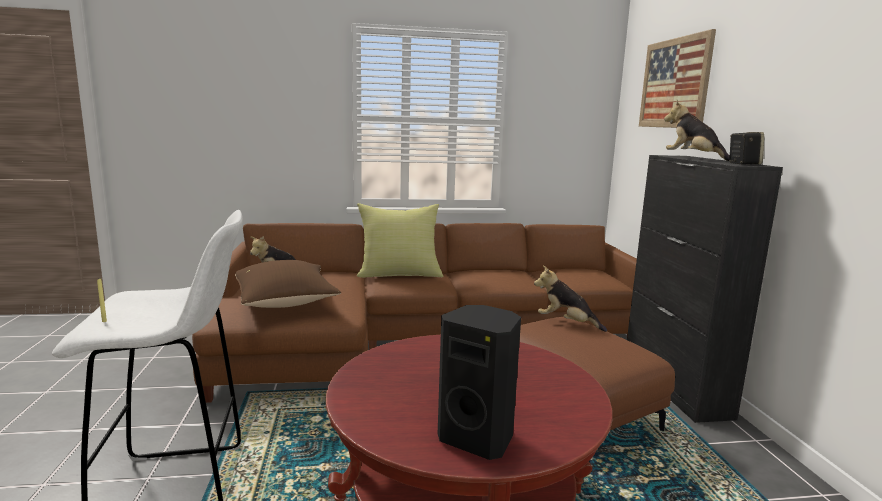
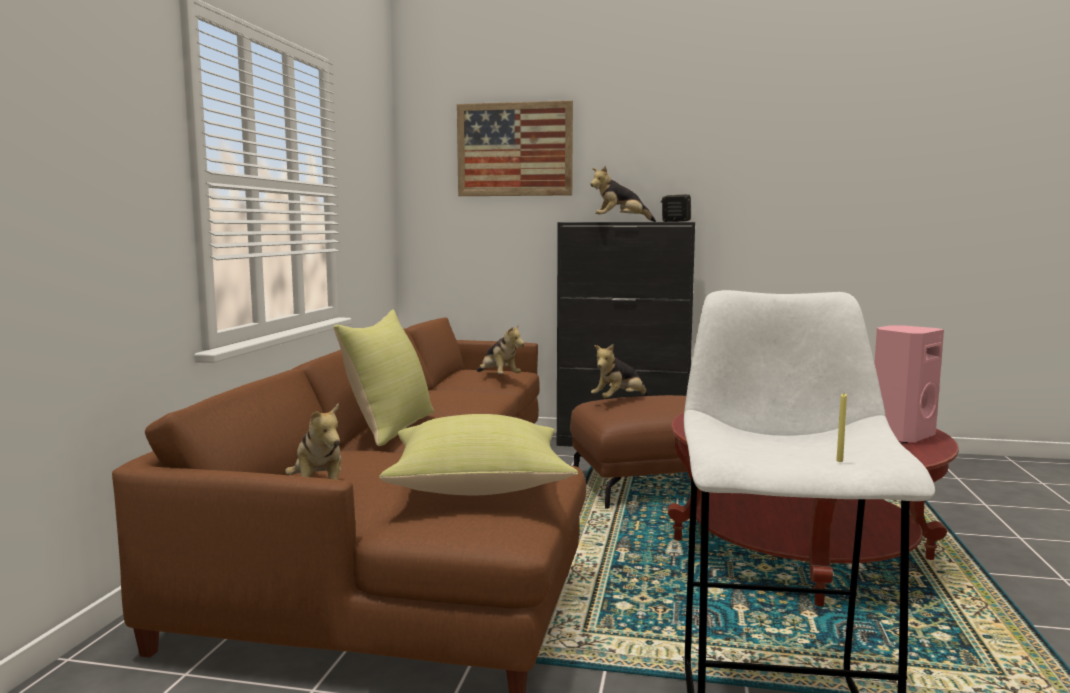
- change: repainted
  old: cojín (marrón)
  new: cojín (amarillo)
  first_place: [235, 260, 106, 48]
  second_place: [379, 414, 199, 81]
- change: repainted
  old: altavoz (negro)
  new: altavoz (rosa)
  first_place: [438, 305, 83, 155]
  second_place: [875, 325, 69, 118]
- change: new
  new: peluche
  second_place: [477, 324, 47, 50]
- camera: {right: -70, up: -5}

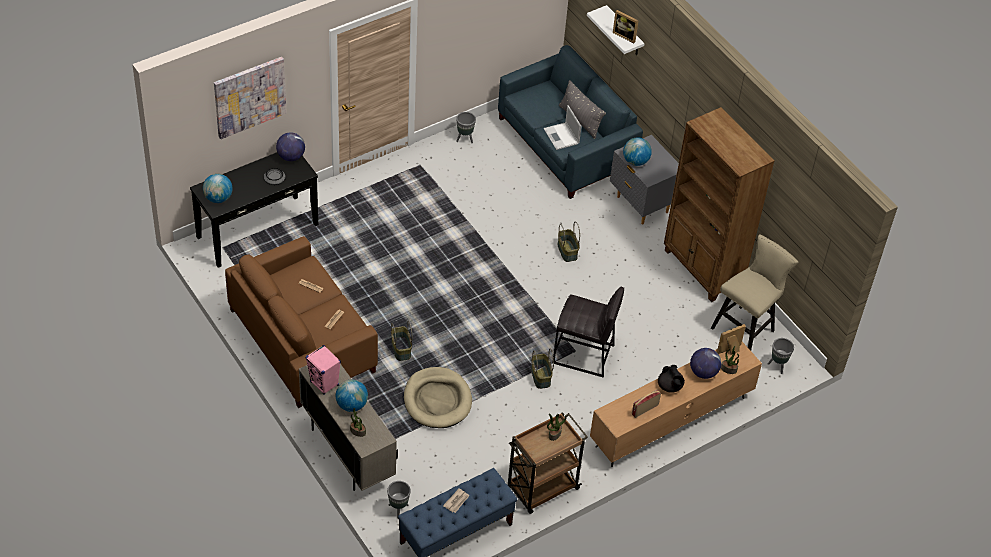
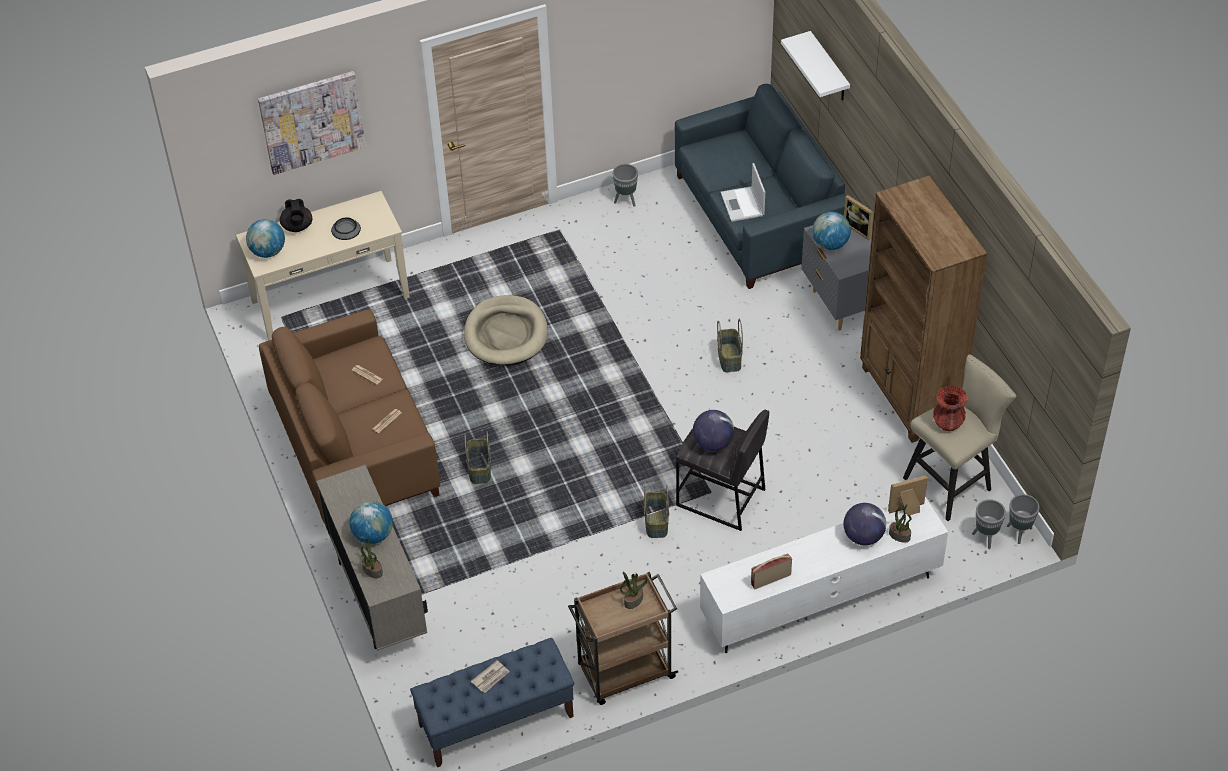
- change: shifted
  old: portarretratos
  first_place: [613, 10, 25, 33]
  second_place: [844, 195, 30, 45]
- change: gone
  old: cojín (gris)
  first_place: [559, 80, 47, 59]
- change: shifted
  old: globo terráqueo
  first_place: [276, 132, 29, 29]
  second_place: [693, 410, 41, 41]
- change: repainted
  old: mesa consola (negro)
  new: mesa consola (beis)
  first_place: [190, 152, 128, 116]
  second_place: [236, 191, 174, 150]
- change: repainted
  old: mueble de televisión (marrón)
  new: mueble de televisión (blanco)
  first_place: [590, 342, 172, 125]
  second_place: [700, 497, 248, 156]
- change: gone
  old: altavoz (rosa)
  first_place: [305, 345, 36, 50]
- change: shifted
  old: tetera (negro)
  first_place: [658, 365, 27, 28]
  second_place: [280, 199, 32, 33]
- change: shifted
  old: cama para perro (beis)
  first_place: [404, 367, 68, 61]
  second_place: [464, 295, 84, 71]
- change: shifted
  old: maceta (gris)
  first_place: [387, 481, 24, 38]
  second_place: [1007, 494, 33, 50]
- change: new
  new: florero (rojo)
  second_place: [933, 386, 35, 45]
- camera: {right: 15, up: 0}

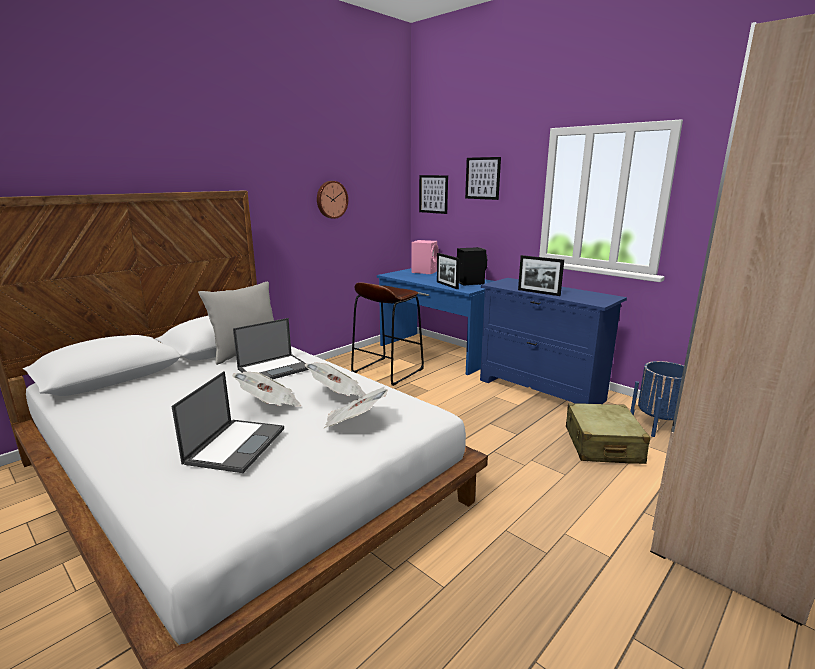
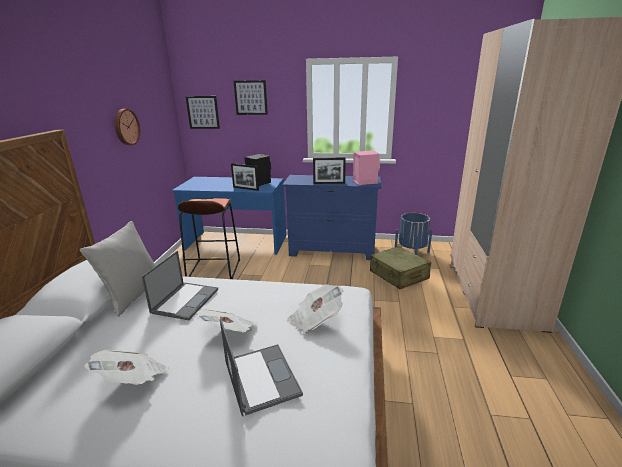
- change: shifted
  old: altavoz (rosa)
  first_place: [411, 240, 28, 34]
  second_place: [353, 150, 27, 35]
- change: shifted
  old: periódico
  first_place: [305, 363, 61, 34]
  second_place: [84, 349, 86, 36]
- camera: {right: -35, up: 5}

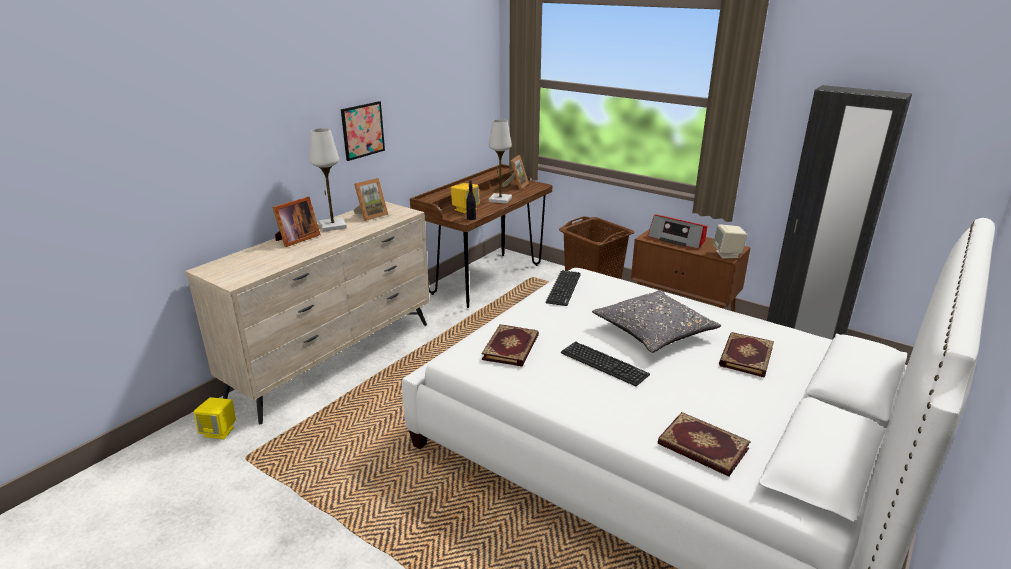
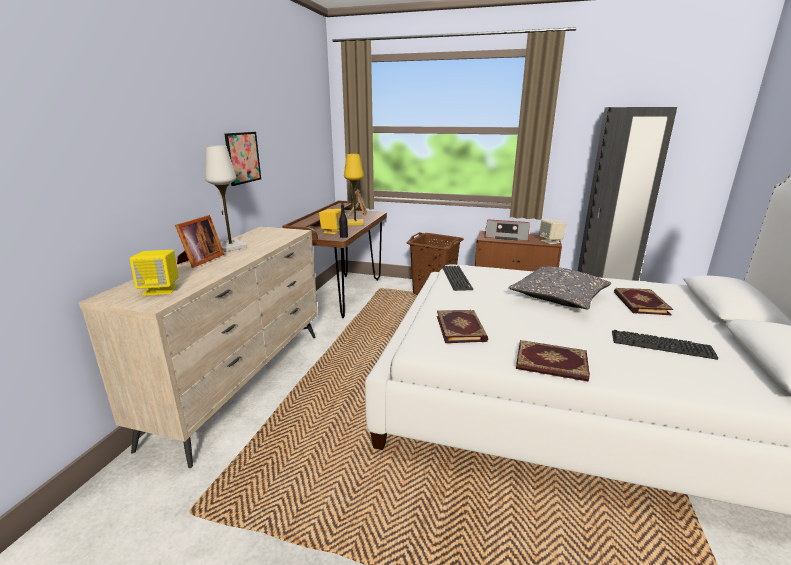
- change: repainted
  old: lámpara de mesa (blanco)
  new: lámpara de mesa (amarillo)
  first_place: [488, 119, 24, 85]
  second_place: [344, 154, 20, 72]
- change: gone
  old: portarretratos
  first_place: [353, 178, 35, 43]
- change: shifted
  old: teclado
  first_place: [561, 341, 89, 45]
  second_place: [612, 330, 106, 30]
- change: shifted
  old: altavoz (amarillo)
  first_place: [194, 397, 42, 42]
  second_place: [130, 250, 49, 46]
- change: shifted
  old: libro
  first_place: [658, 412, 93, 65]
  second_place: [516, 340, 74, 41]
- camera: {right: -20, up: -5}

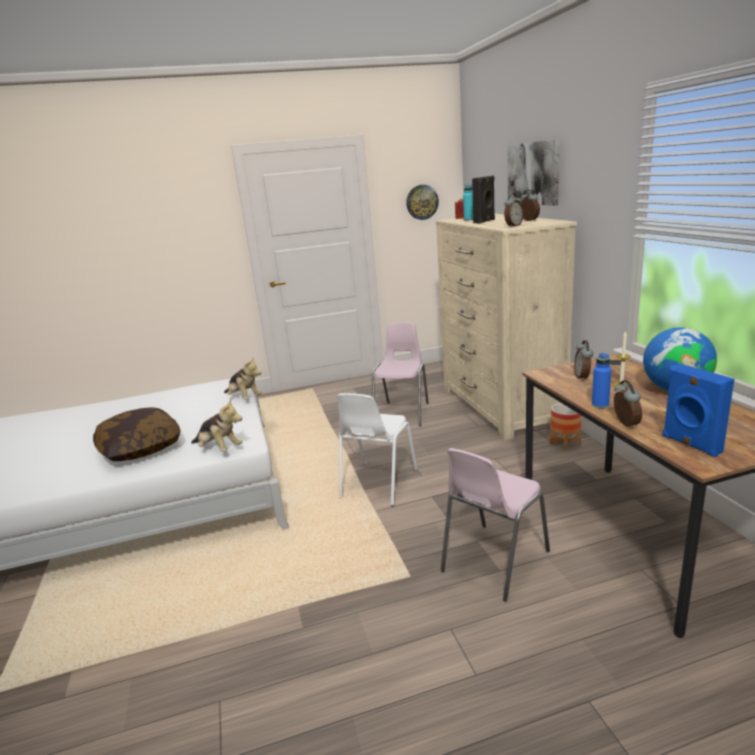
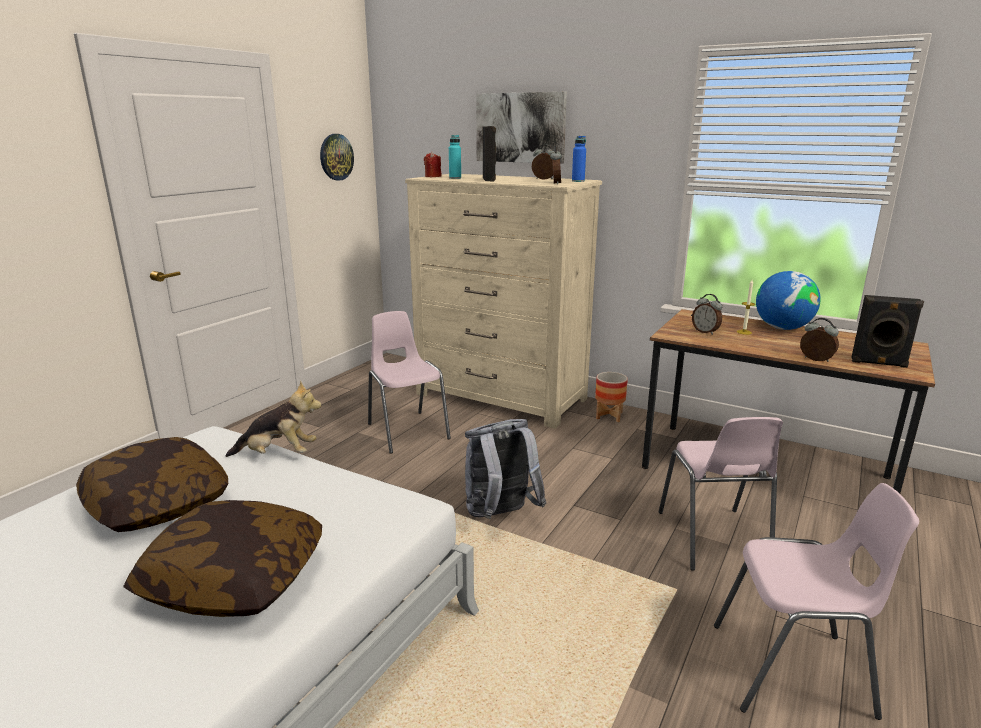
- change: shifted
  old: botella (azul)
  first_place: [592, 353, 19, 55]
  second_place: [572, 136, 14, 46]
- change: repainted
  old: altavoz (azul)
  new: altavoz (negro)
  first_place: [663, 363, 72, 94]
  second_place: [851, 295, 73, 73]
- change: swapped
  old: silla (blanco)
  new: mochila (gris)
  first_place: [337, 393, 81, 113]
  second_place: [465, 419, 82, 100]
- change: gone
  old: peluche
  first_place: [191, 398, 51, 54]
- change: new
  new: cojín
  second_place: [76, 437, 152, 95]
- change: new
  new: silla (rosa)
  second_place: [714, 483, 205, 237]
- camera: {right: -45, up: 0}

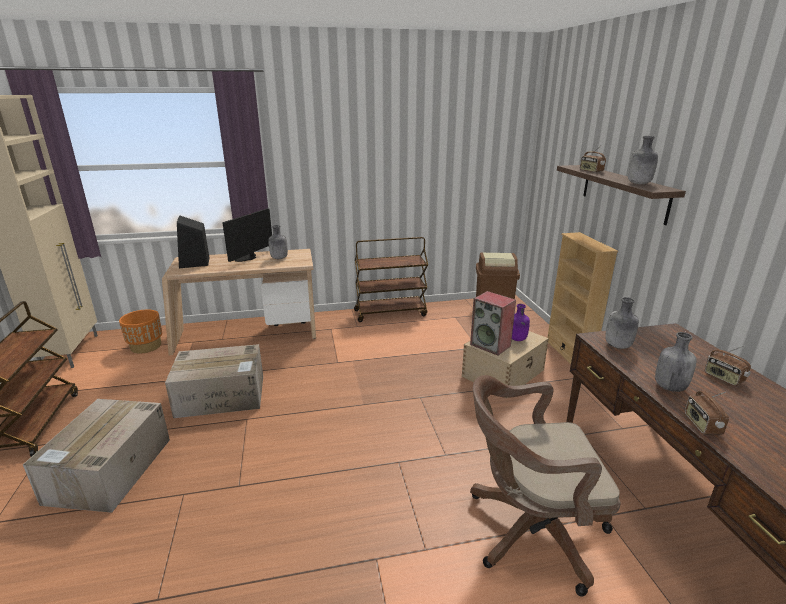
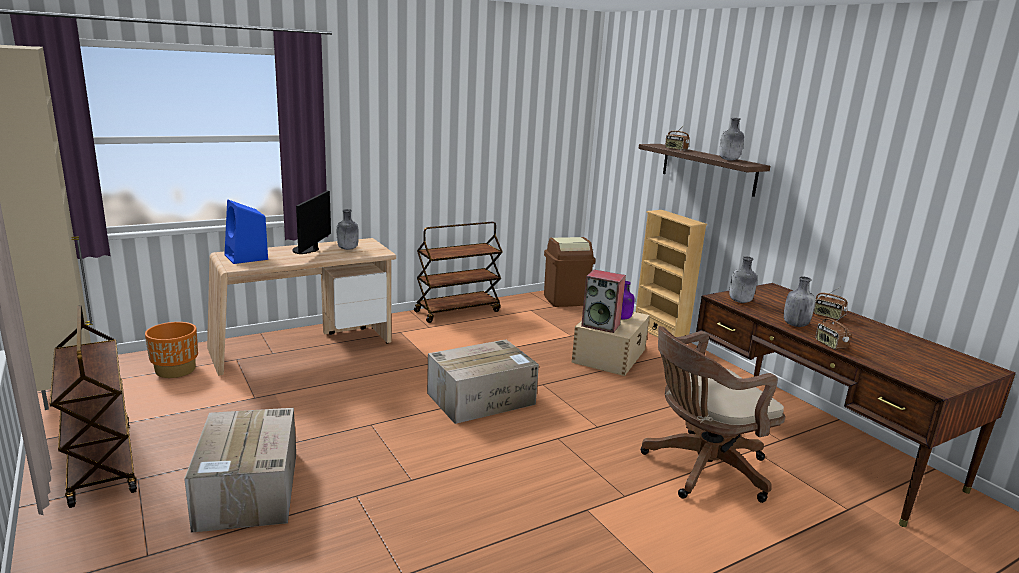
- change: repainted
  old: altavoz (negro)
  new: altavoz (azul)
  first_place: [177, 215, 32, 53]
  second_place: [225, 199, 43, 65]
- change: shifted
  old: caja de cartón
  first_place: [165, 344, 98, 74]
  second_place: [427, 339, 112, 85]
- camera: {right: -20, up: -5}

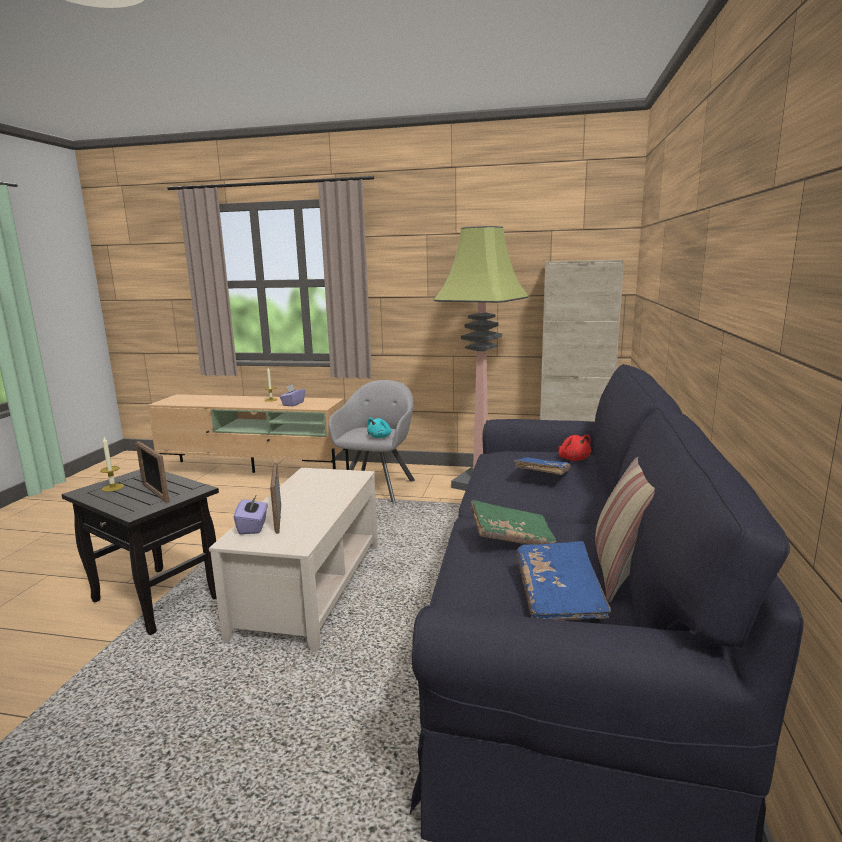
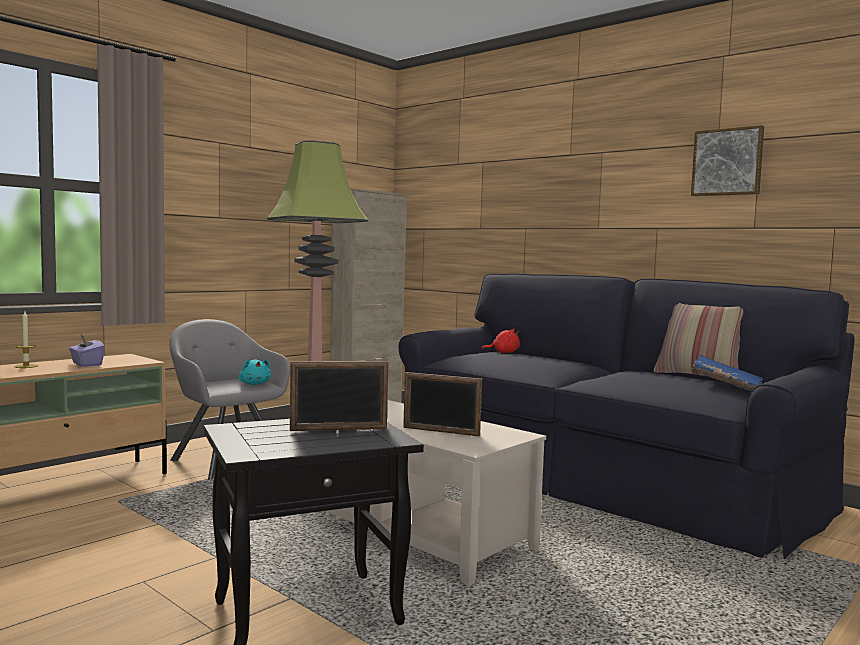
- change: gone
  old: vela
  first_place: [100, 437, 24, 55]
- change: gone
  old: libro (azul)
  first_place: [514, 457, 57, 18]
- change: gone
  old: caja de pañuelos (morado)
  first_place: [234, 494, 34, 40]
- change: gone
  old: libro (verde)
  first_place: [470, 500, 87, 45]
- change: new
  new: cuadro
  second_place: [691, 125, 73, 71]
- camera: {right: -60, up: -10}

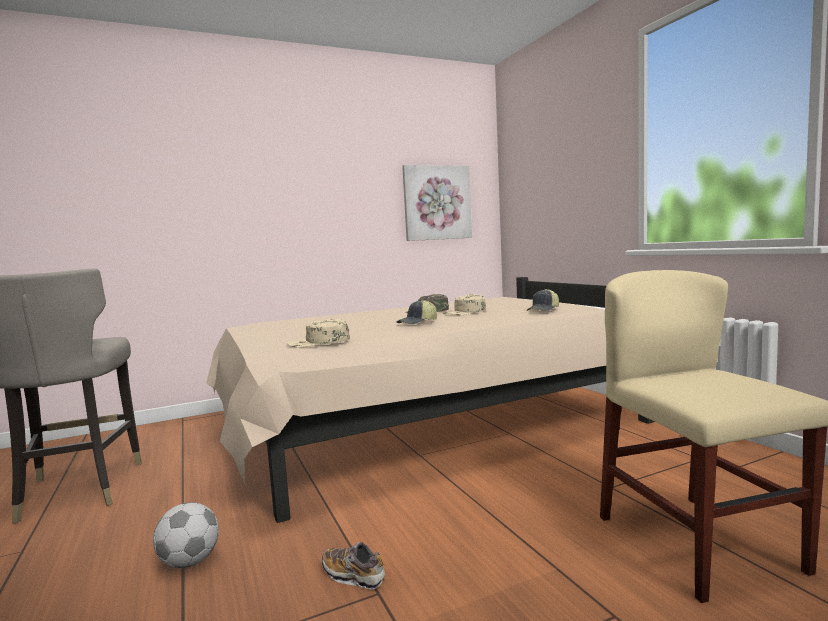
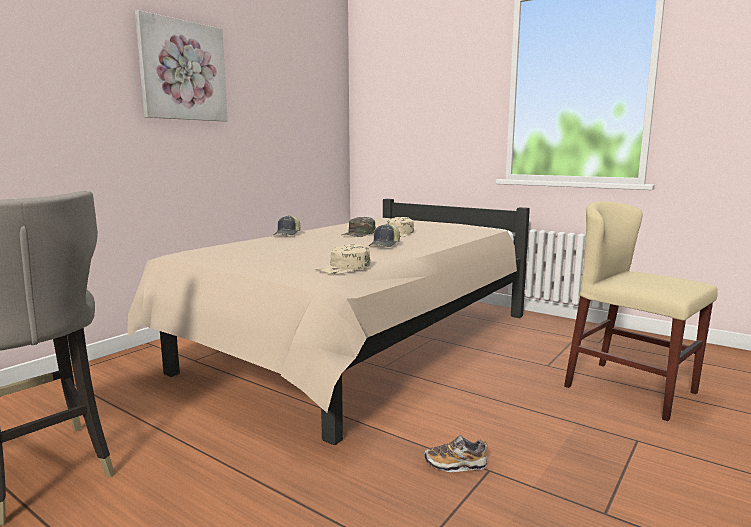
- change: shifted
  old: cuadro
  first_place: [402, 165, 70, 76]
  second_place: [135, 10, 93, 112]
- change: shifted
  old: gorra
  first_place: [526, 289, 33, 22]
  second_place: [274, 215, 27, 20]
- change: gone
  old: balón de fútbol
  first_place: [153, 502, 66, 66]
- camera: {right: -30, up: 5}

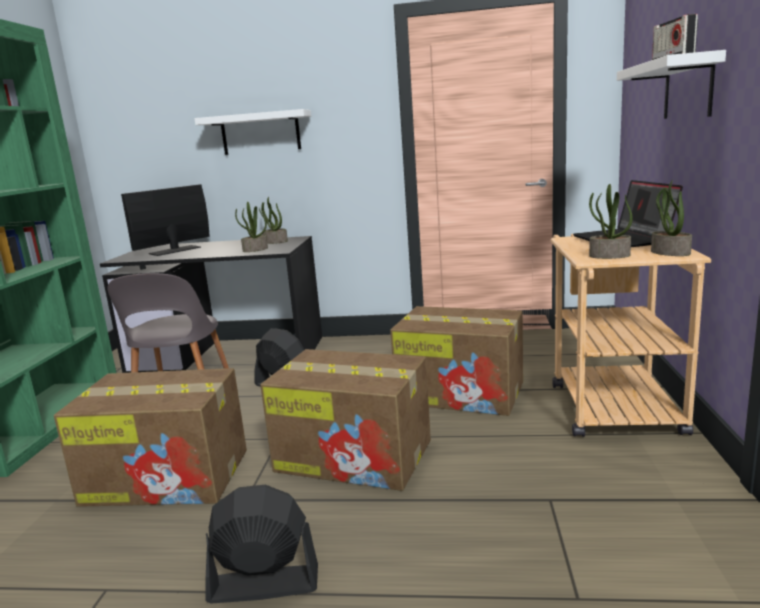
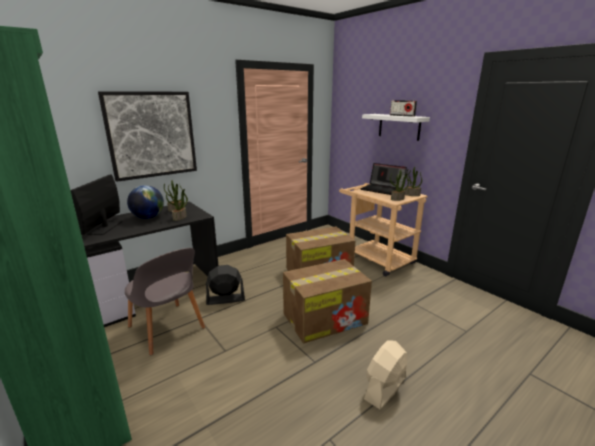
- change: swapped
  old: estante (blanco)
  new: cuadro
  first_place: [194, 109, 117, 46]
  second_place: [98, 92, 99, 90]
- change: gone
  old: caja de cartón
  first_place: [54, 368, 193, 139]
- change: repainted
  old: ventilador (negro)
  new: ventilador (beis)
  first_place: [205, 485, 113, 119]
  second_place: [364, 340, 43, 69]
- change: new
  new: globo terráqueo
  second_place: [127, 185, 37, 34]
- camera: {right: -45, up: 5}

